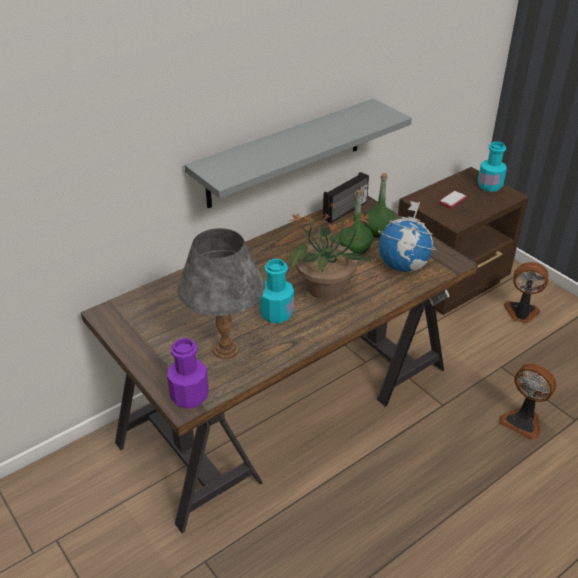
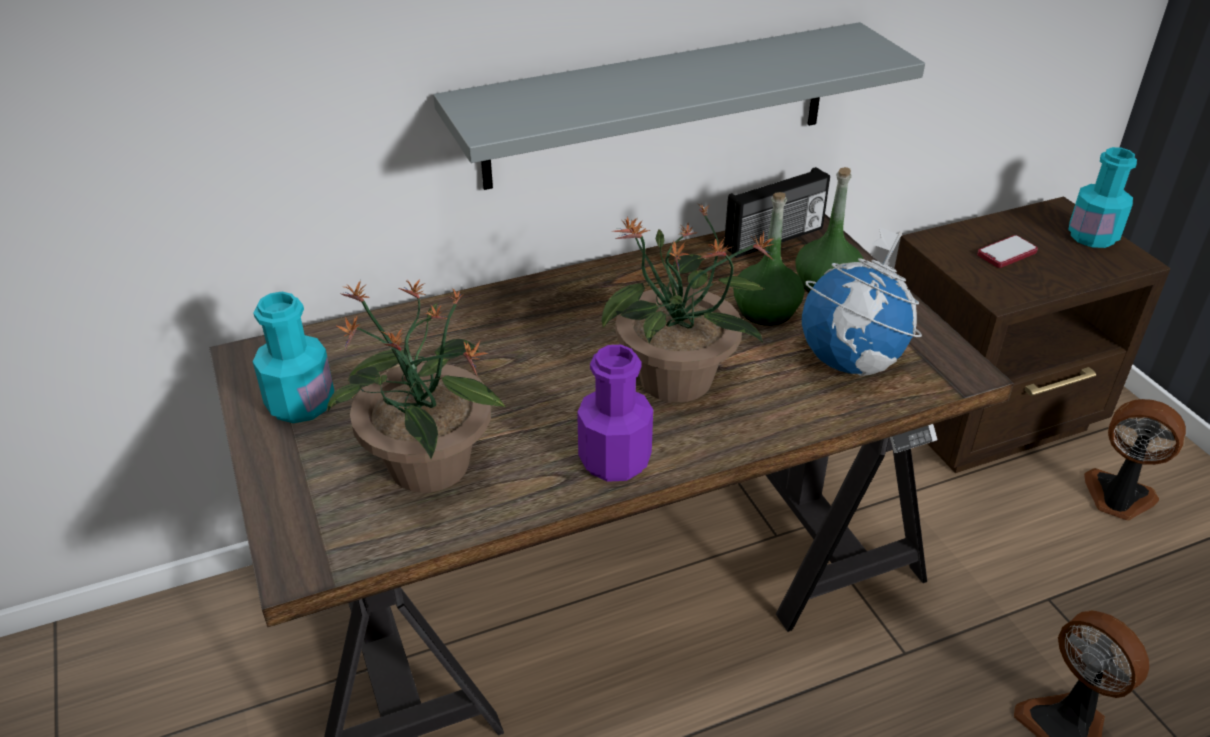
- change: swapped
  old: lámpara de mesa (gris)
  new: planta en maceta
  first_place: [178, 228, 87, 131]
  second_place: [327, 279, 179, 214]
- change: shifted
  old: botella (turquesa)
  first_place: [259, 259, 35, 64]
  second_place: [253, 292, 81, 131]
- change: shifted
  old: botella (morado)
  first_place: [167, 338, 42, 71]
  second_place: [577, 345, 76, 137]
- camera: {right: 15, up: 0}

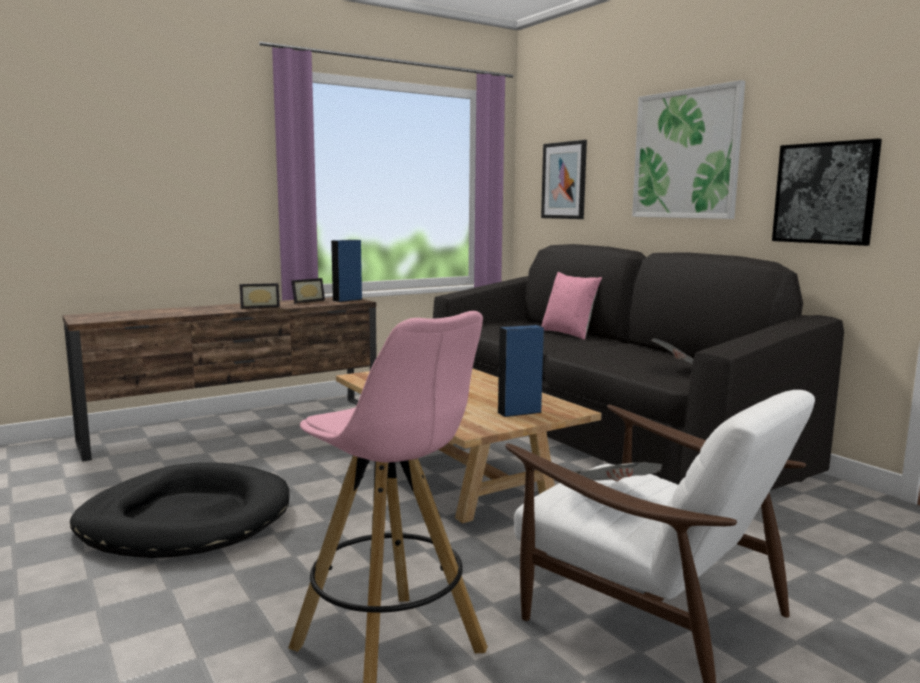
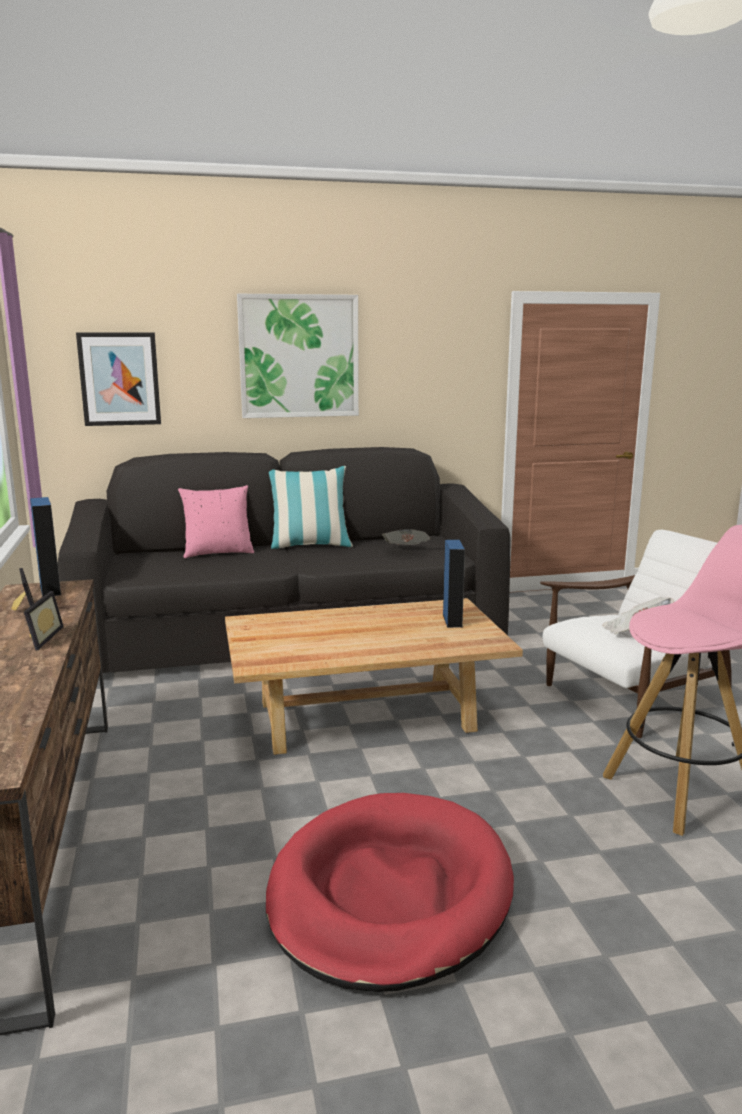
- change: gone
  old: cuadro
  first_place: [772, 139, 110, 107]
- change: repainted
  old: cama para perro (negro)
  new: cama para perro (rojo)
  first_place: [70, 462, 219, 96]
  second_place: [266, 793, 248, 199]
- change: new
  new: cojín
  second_place: [269, 466, 84, 83]
- camera: {right: -70, up: 5}

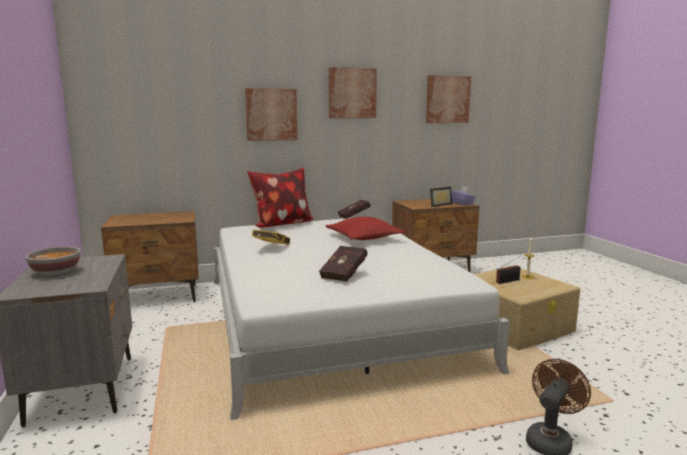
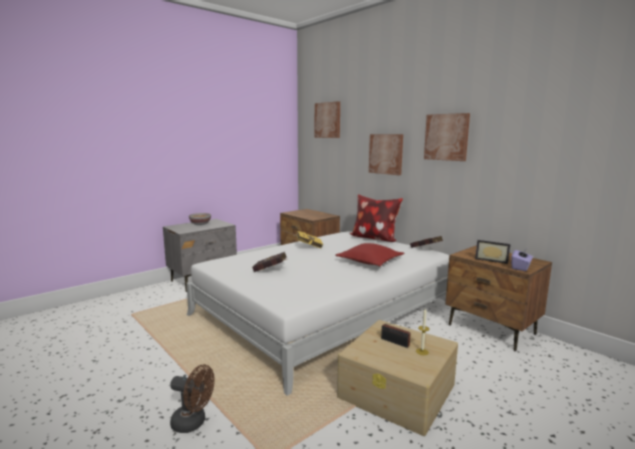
- change: shifted
  old: cuadro
  first_place: [426, 75, 45, 48]
  second_place: [315, 101, 25, 37]
- camera: {right: 65, up: 0}

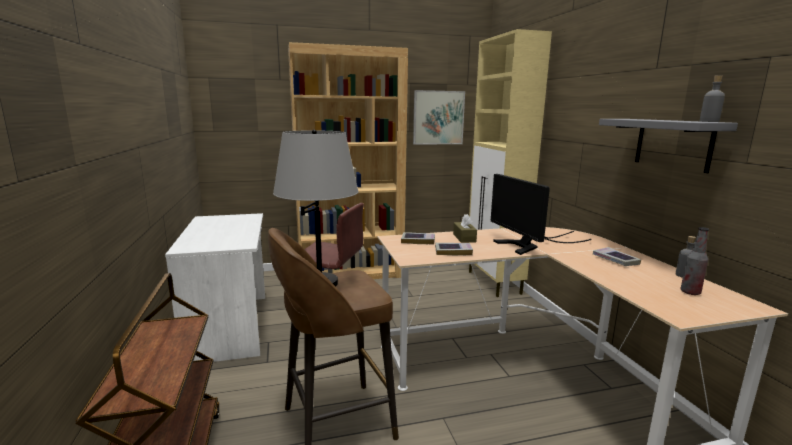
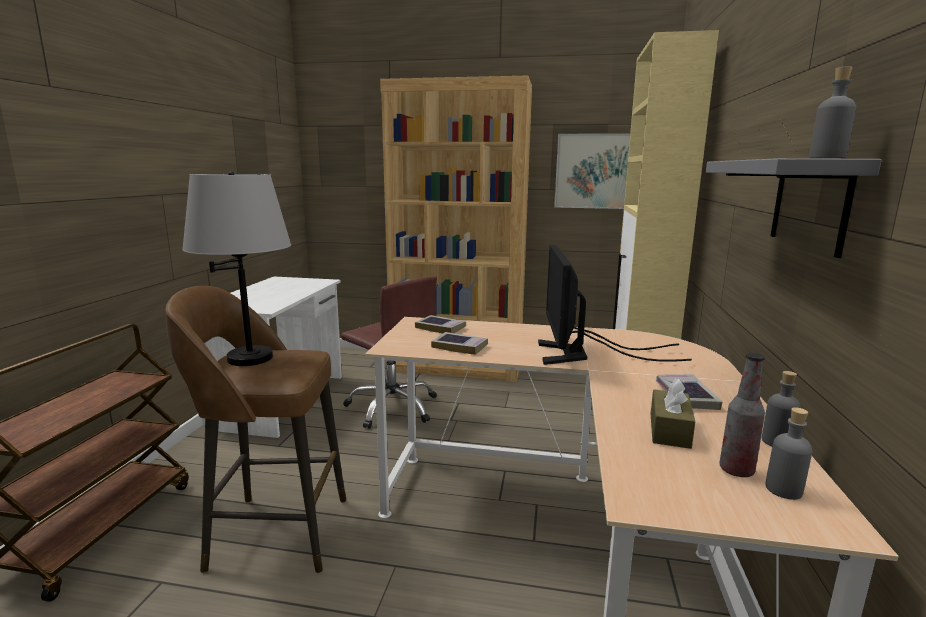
- change: shifted
  old: caja de pañuelos (marrón)
  first_place: [453, 214, 24, 29]
  second_place: [650, 378, 45, 71]
- change: new
  new: botella (gris)
  second_place: [765, 407, 47, 93]
- camera: {right: 25, up: 0}

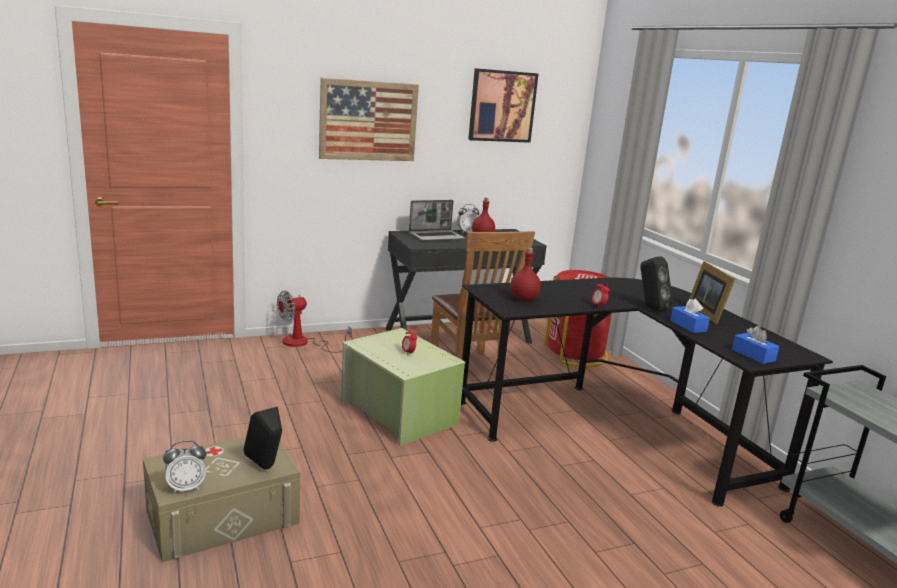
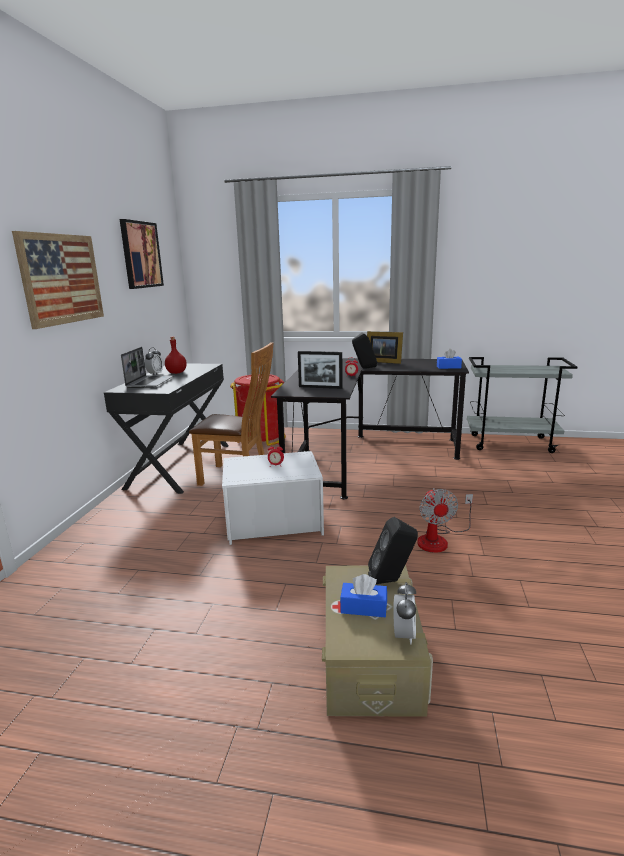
- change: swapped
  old: botella (rojo)
  new: portarretratos
  first_place: [510, 248, 31, 53]
  second_place: [298, 351, 45, 38]
- change: shifted
  old: ventilador
  first_place: [277, 290, 75, 63]
  second_place: [417, 488, 56, 65]
- change: shifted
  old: caja de pañuelos (azul)
  first_place: [670, 298, 40, 35]
  second_place: [340, 574, 47, 43]
- change: repainted
  old: caja de almacenaje (verde)
  new: caja de almacenaje (blanco)
  first_place: [341, 328, 124, 118]
  second_place: [222, 451, 102, 94]
- camera: {right: -55, up: 0}

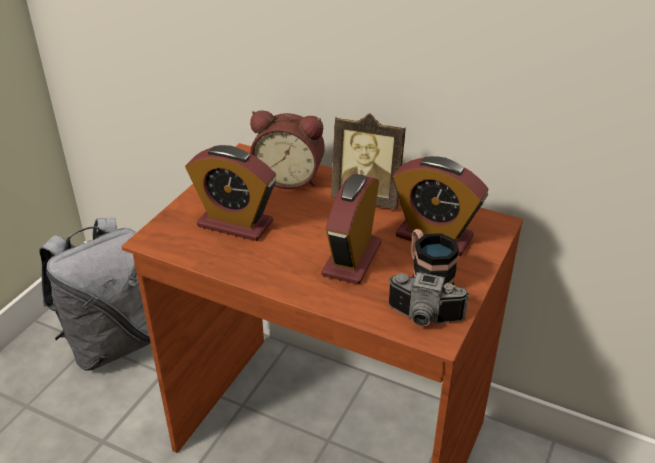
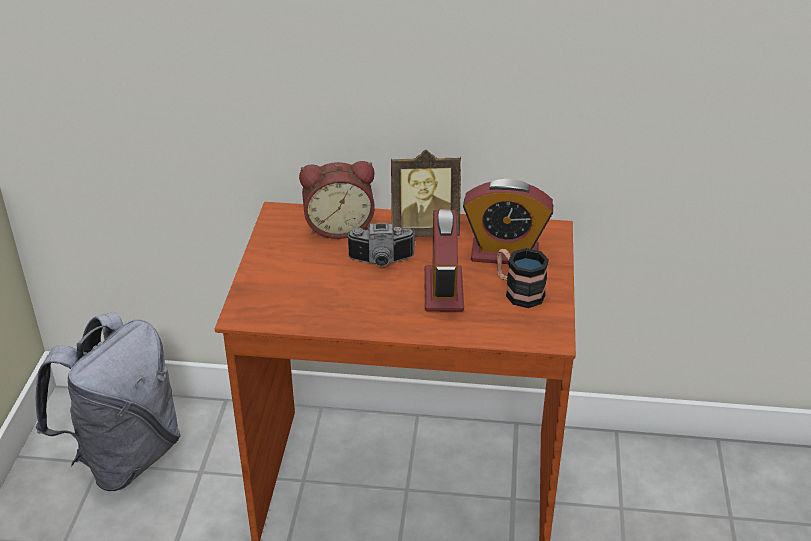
- change: gone
  old: despertador
  first_place: [185, 145, 91, 96]
- change: shifted
  old: cámara
  first_place: [388, 272, 82, 54]
  second_place: [347, 223, 69, 44]
- camera: {right: -20, up: 0}

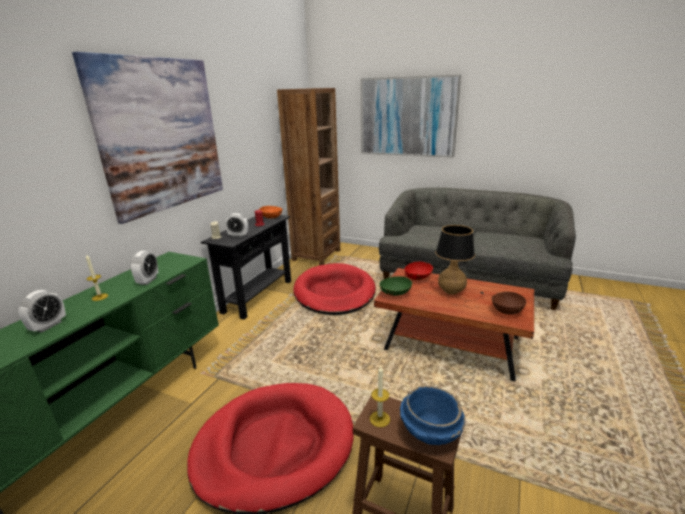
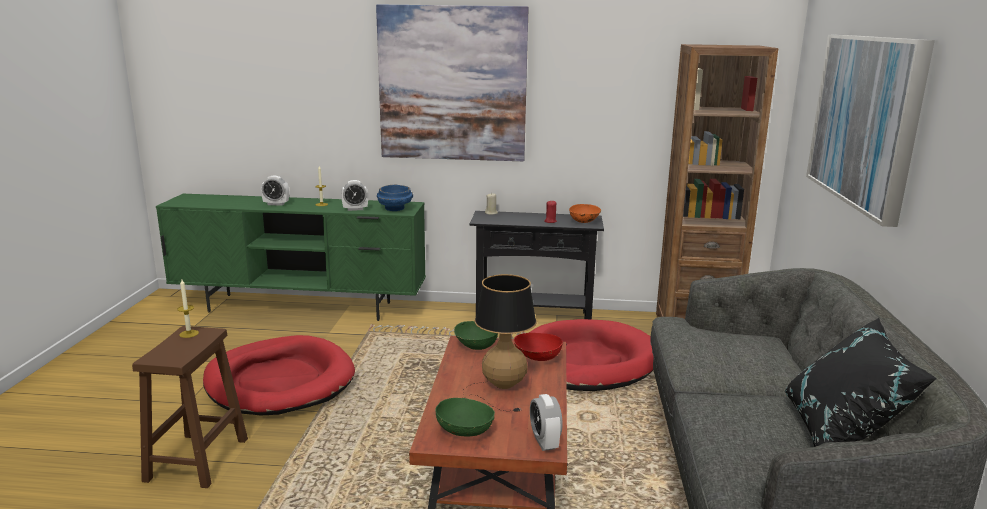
- change: shifted
  old: despertador
  first_place: [226, 213, 22, 24]
  second_place: [530, 394, 33, 57]
- change: repainted
  old: cuenco (marrón)
  new: cuenco (verde)
  first_place: [491, 291, 35, 24]
  second_place: [436, 398, 59, 38]
- change: shifted
  old: cuenco (azul)
  first_place: [400, 386, 65, 59]
  second_place: [377, 185, 36, 26]
- change: new
  new: cojín (negro)
  second_place: [785, 317, 152, 130]
- camera: {right: 70, up: -5}

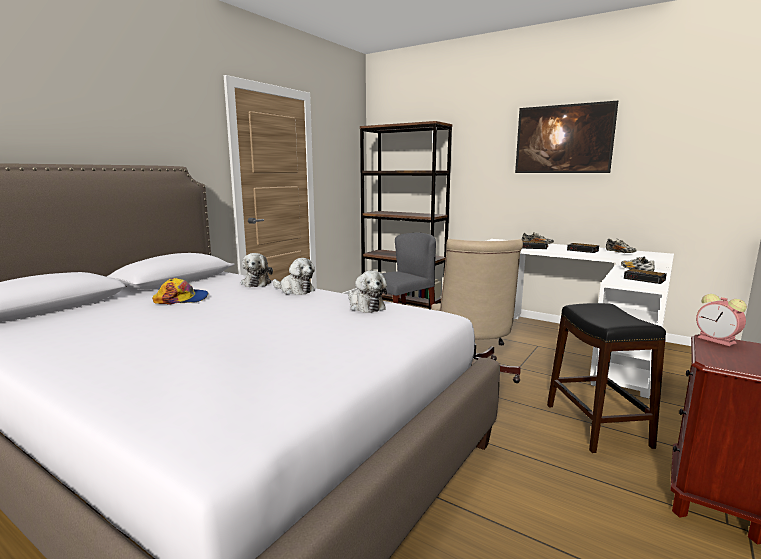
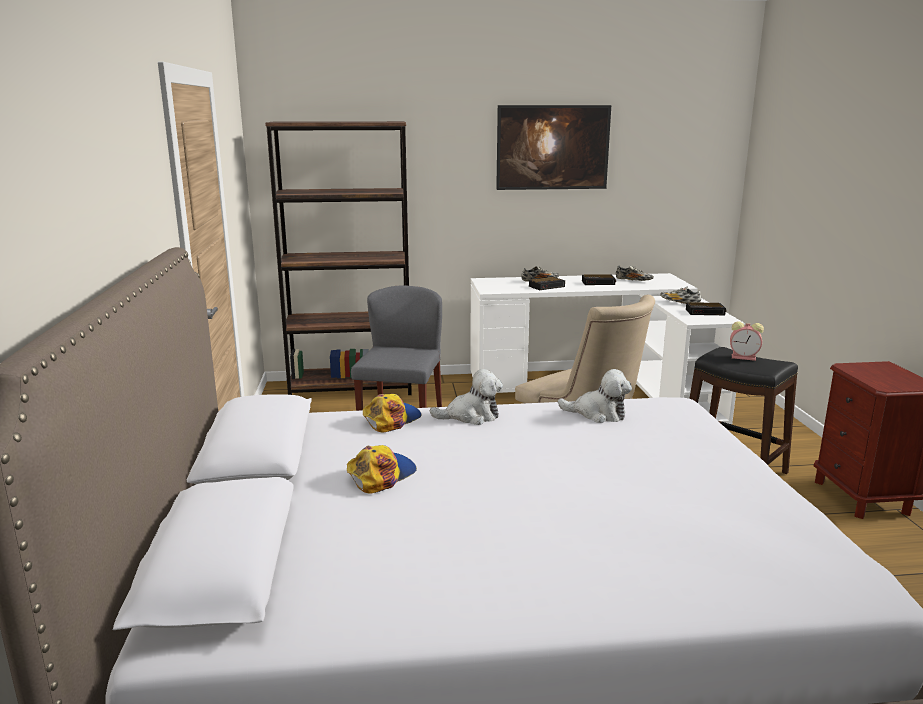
- change: swapped
  old: peluche
  new: gorra
  first_place: [241, 253, 32, 34]
  second_place: [363, 394, 58, 38]
- change: shifted
  old: despertador
  first_place: [696, 294, 51, 52]
  second_place: [730, 321, 34, 40]
- camera: {right: -40, up: 5}

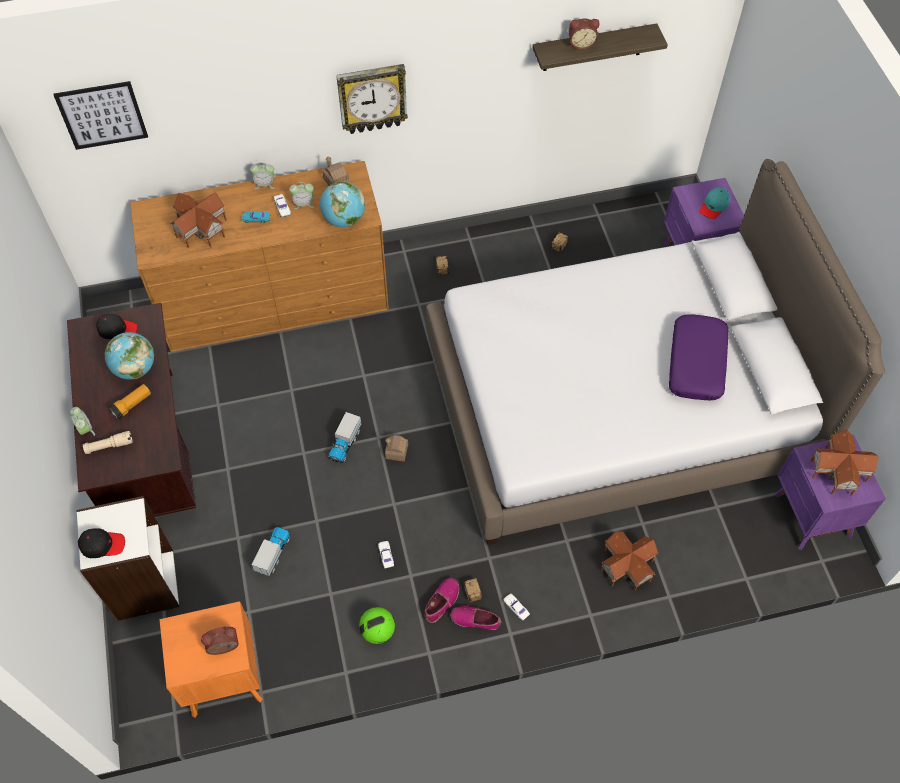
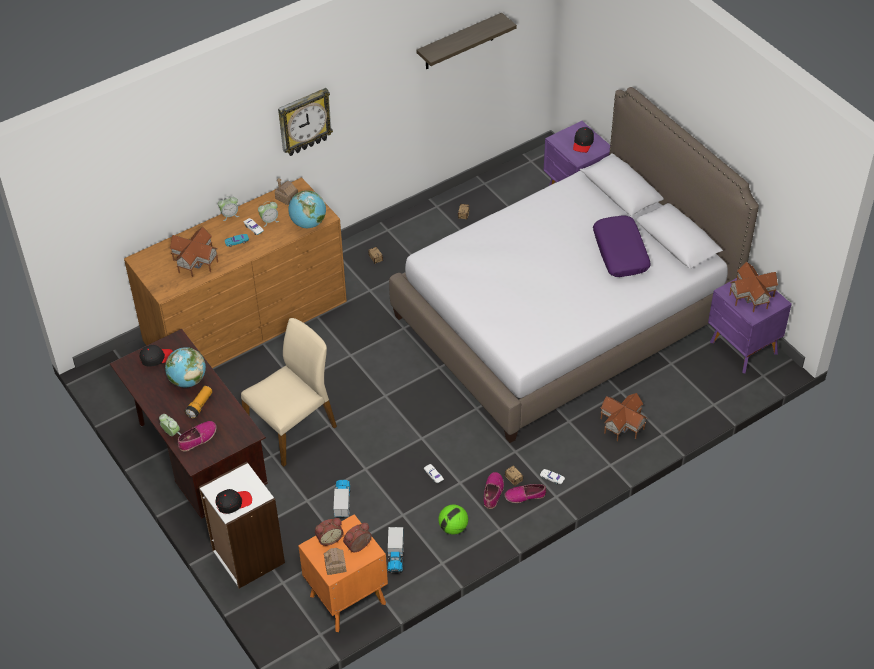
- change: shifted
  old: despertador
  first_place: [569, 19, 31, 31]
  second_place: [315, 518, 28, 28]
- change: gone
  old: cuadro
  first_place: [53, 81, 95, 69]
- change: repainted
  old: gorra (turquesa)
  new: gorra (negro)
  first_place: [699, 187, 31, 32]
  second_place: [573, 127, 21, 26]
- change: shifted
  old: camión de juguete
  first_place: [329, 412, 32, 51]
  second_place: [387, 527, 17, 46]
- change: swapped
  old: linterna (beis)
  new: zapato
  first_place: [83, 431, 50, 23]
  second_place: [178, 421, 38, 31]
- change: shifted
  old: casita
  first_place: [385, 435, 23, 27]
  second_place: [324, 548, 23, 27]
- change: new
  new: silla (beis)
  second_place: [241, 318, 96, 149]
- camera: {right: -20, up: -10}

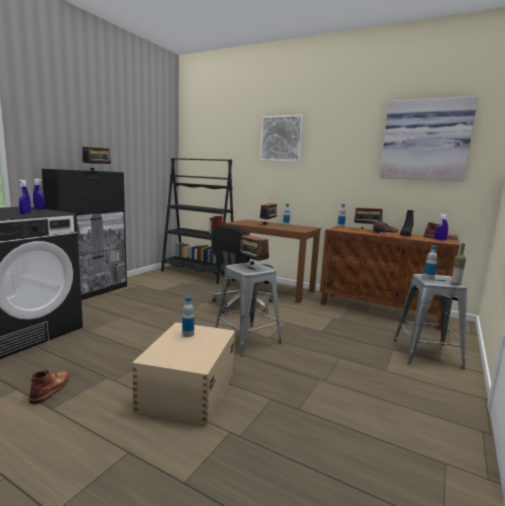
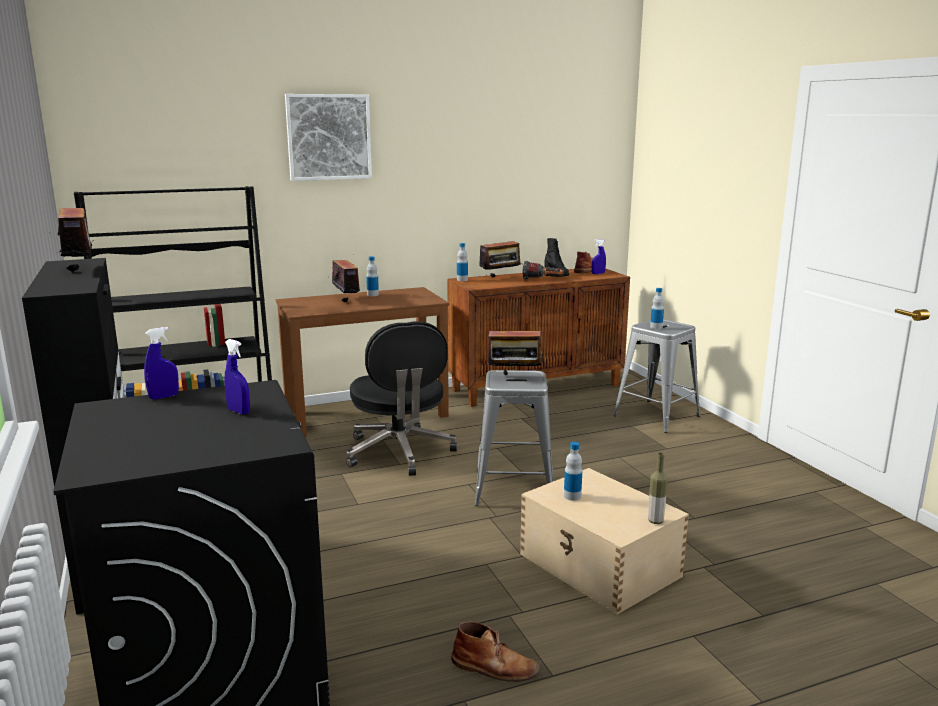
- change: gone
  old: cuadro
  first_place: [380, 96, 98, 86]
- change: shifted
  old: botella
  first_place: [451, 243, 15, 42]
  second_place: [648, 453, 20, 71]
- change: rotated
  old: bota (marrón)
  first_place: [29, 369, 41, 35]
  second_place: [451, 621, 89, 61]
  degrees: 150
- camera: {right: -50, up: 5}

